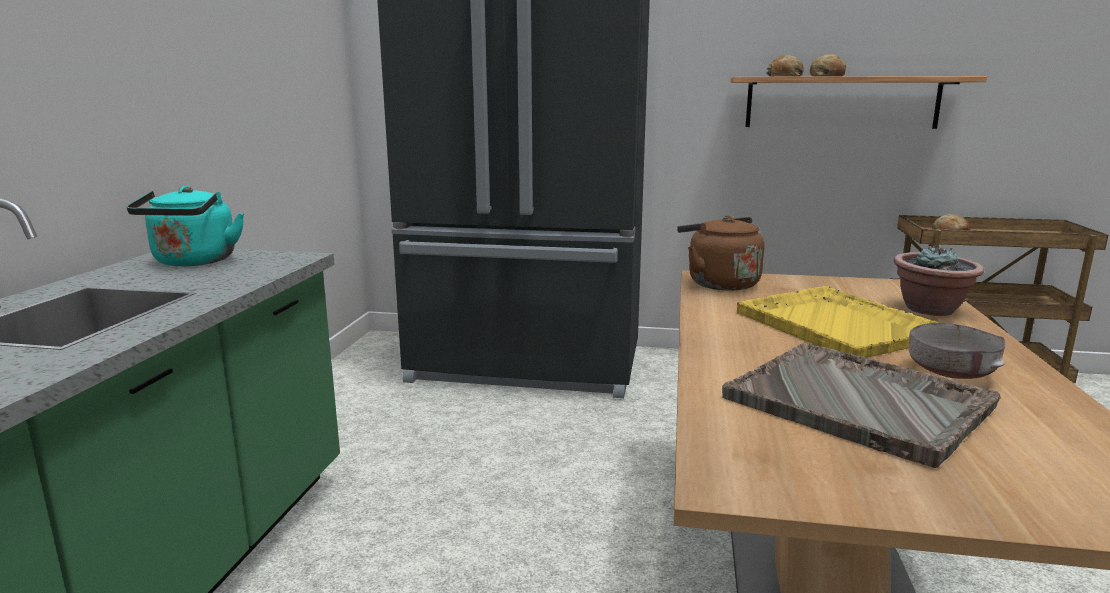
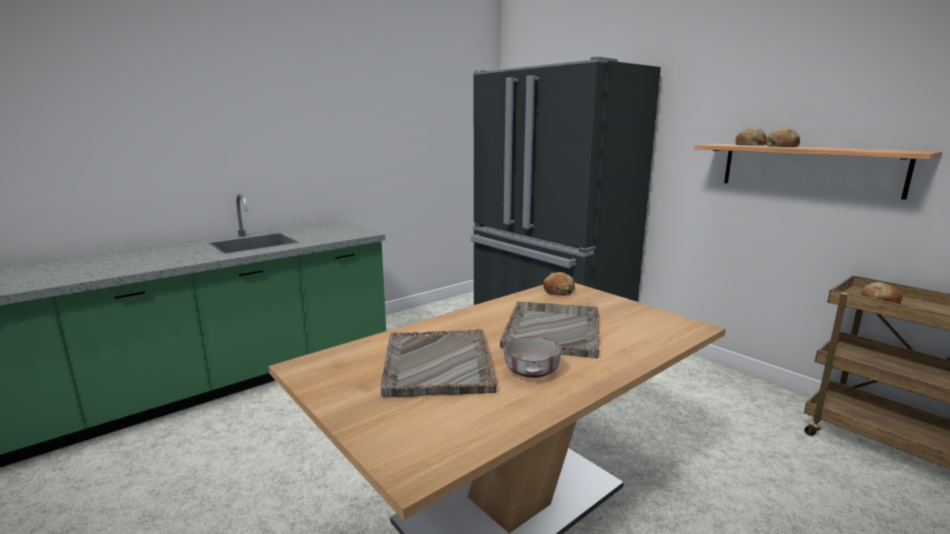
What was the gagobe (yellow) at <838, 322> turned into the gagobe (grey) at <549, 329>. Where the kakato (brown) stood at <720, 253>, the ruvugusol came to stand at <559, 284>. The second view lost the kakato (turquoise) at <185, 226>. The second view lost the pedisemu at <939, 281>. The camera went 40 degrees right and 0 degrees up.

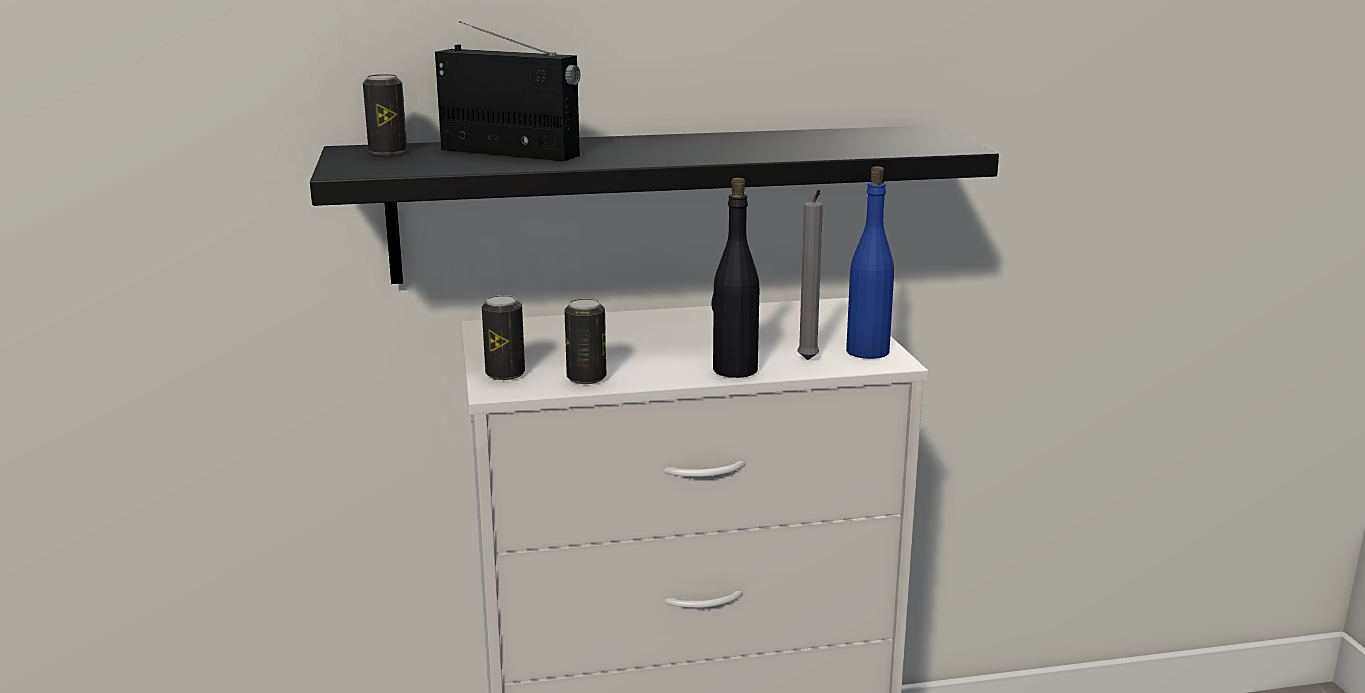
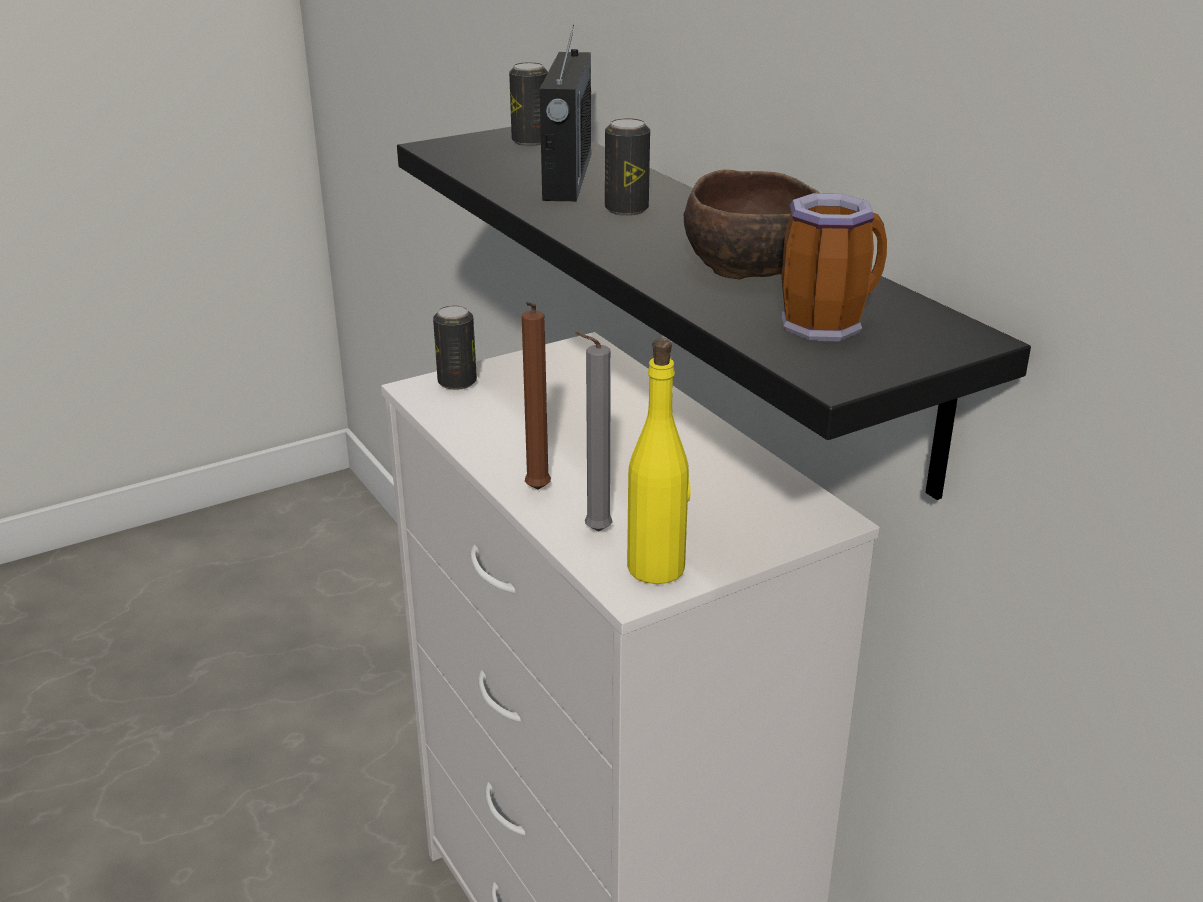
Where the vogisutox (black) stood at <735, 278>, the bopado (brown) came to stand at <536, 396>. The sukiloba ended up elsewhere, having gone from <585, 341> to <627, 167>. What was the vogisutox (blue) at <870, 262> turned into the vogisutox (yellow) at <658, 461>. The second view gained the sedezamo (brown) at <751, 224>. The second view gained the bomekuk at <834, 267>. The camera went 70 degrees right and 10 degrees up.

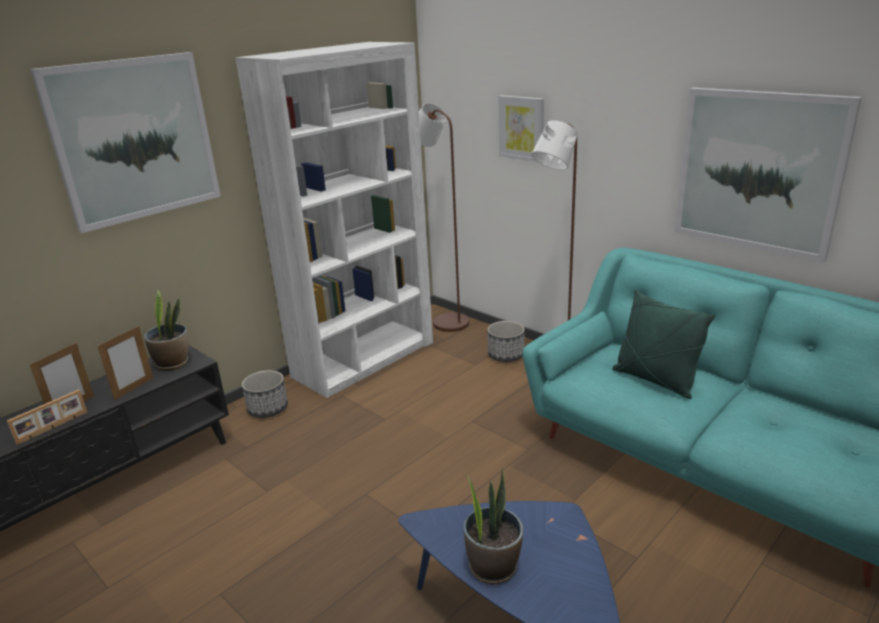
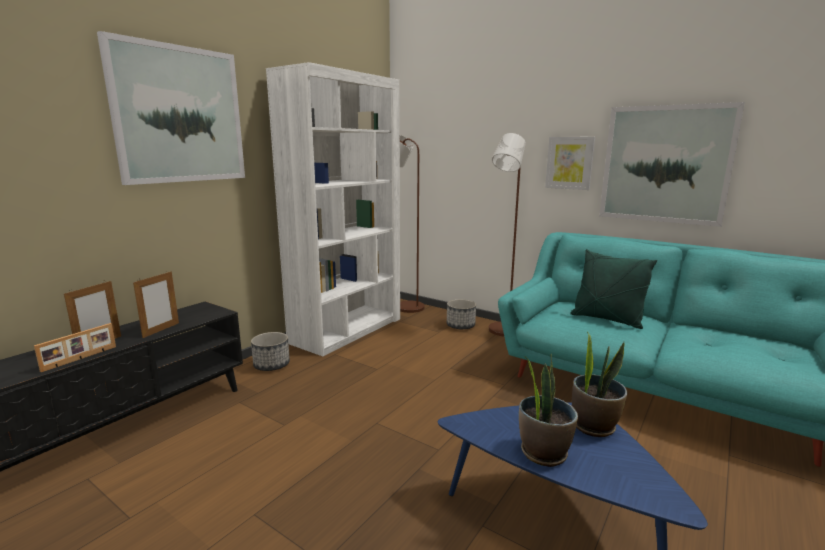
The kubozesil ended up elsewhere, having gone from <521, 128> to <570, 163>. The pedisemu ended up elsewhere, having gone from <166, 330> to <599, 384>. The camera went 10 degrees left and 10 degrees down.

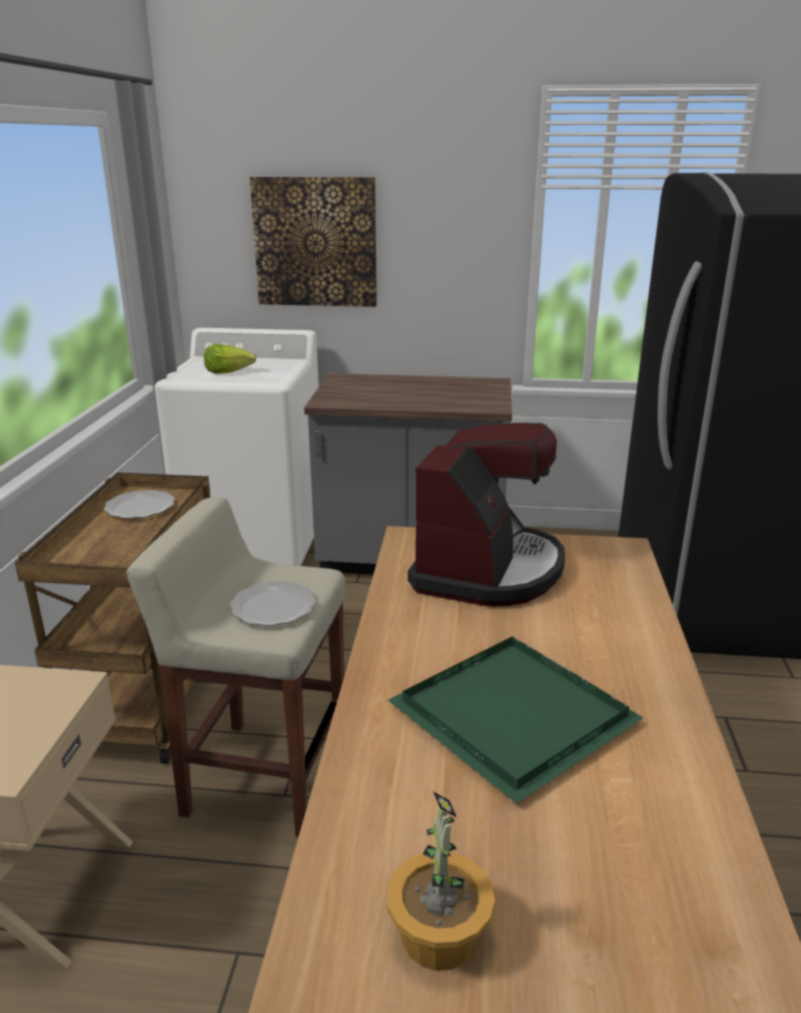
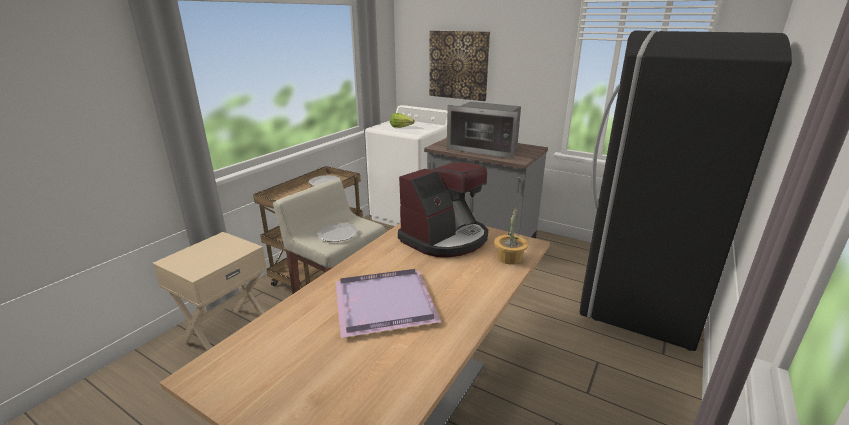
What was the gagobe (green) at <515, 720> turned into the gagobe (purple) at <388, 303>. The second view gained the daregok at <484, 130>. The pedisemu ended up elsewhere, having gone from <441, 881> to <511, 235>. The camera went 25 degrees right and 0 degrees up.

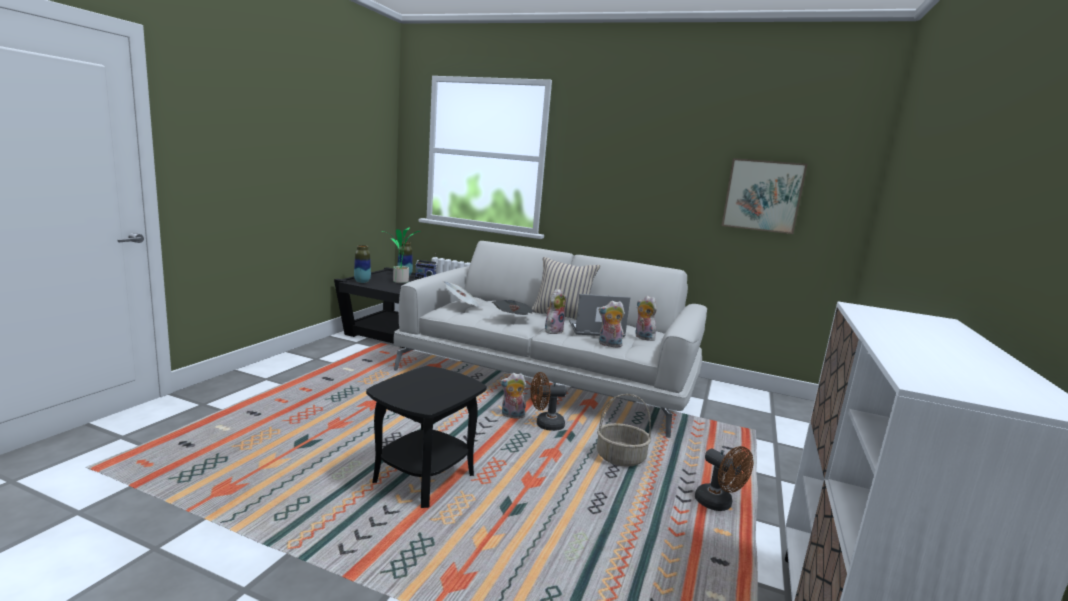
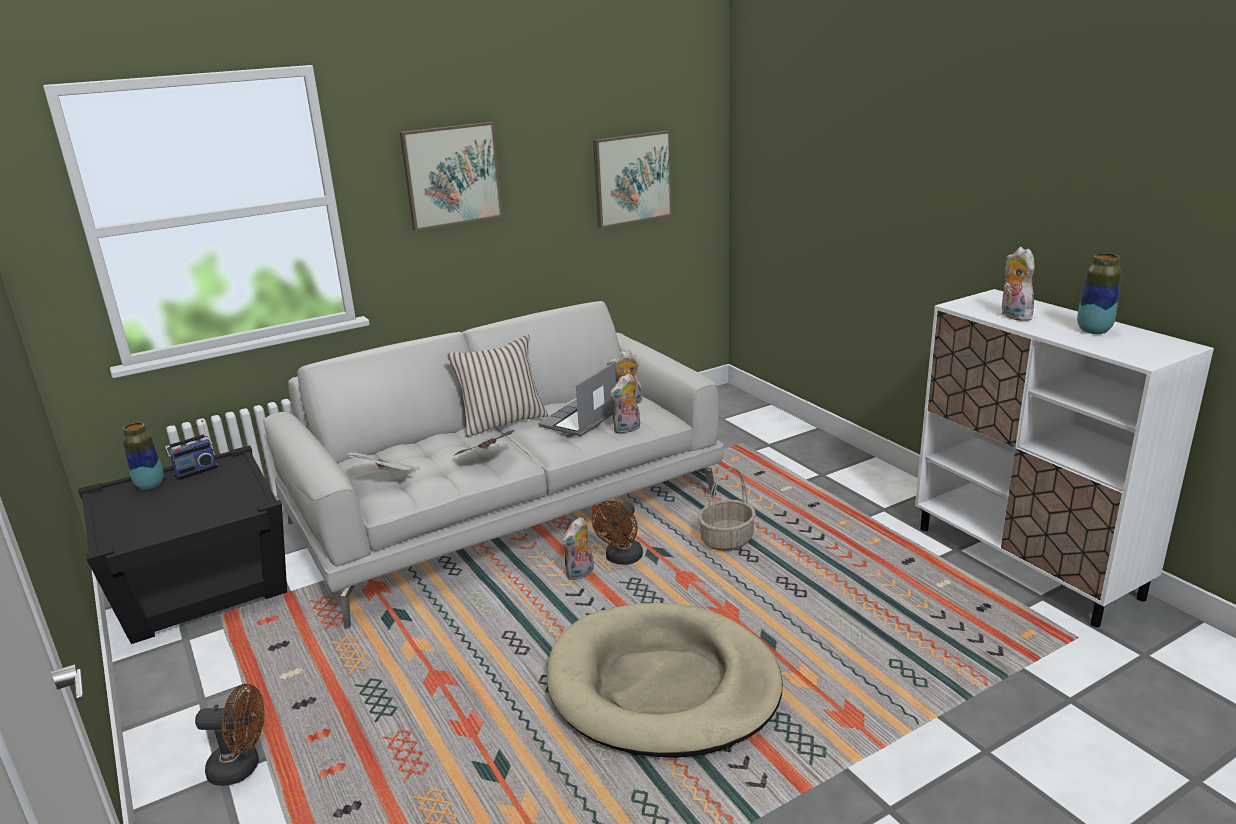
The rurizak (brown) ended up elsewhere, having gone from <724, 478> to <230, 735>. The second view gained the kubozesil at <451, 176>. Where the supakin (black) stood at <426, 437>, the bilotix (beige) came to stand at <665, 680>. The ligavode ended up elsewhere, having gone from <555, 311> to <1018, 284>. The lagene ended up elsewhere, having gone from <362, 264> to <1099, 293>. The second view lost the pedisemu at <401, 255>. The camera went 50 degrees left and 10 degrees up.

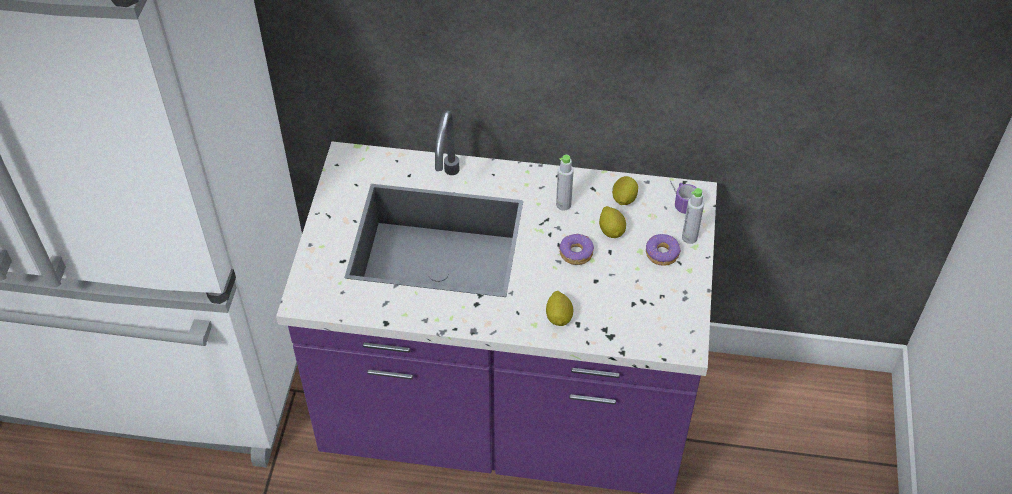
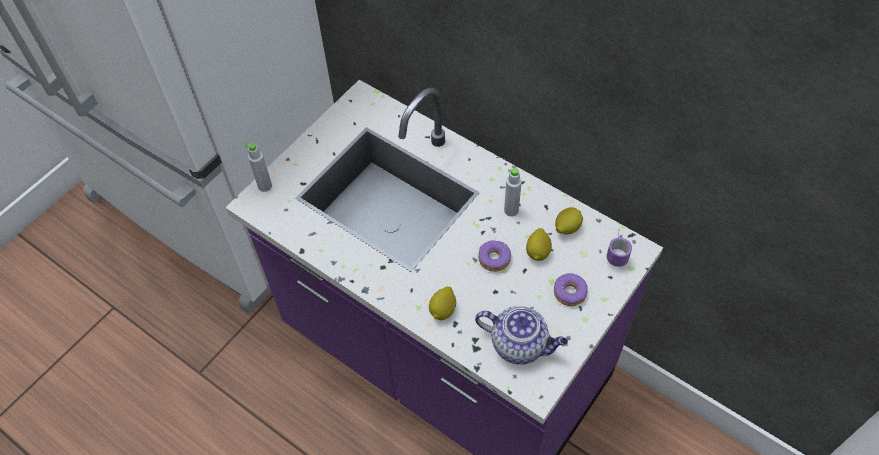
The vogisutox (grey) ended up elsewhere, having gone from <693, 216> to <258, 167>. The second view gained the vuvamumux at <521, 335>. The camera went 30 degrees right and 5 degrees up.

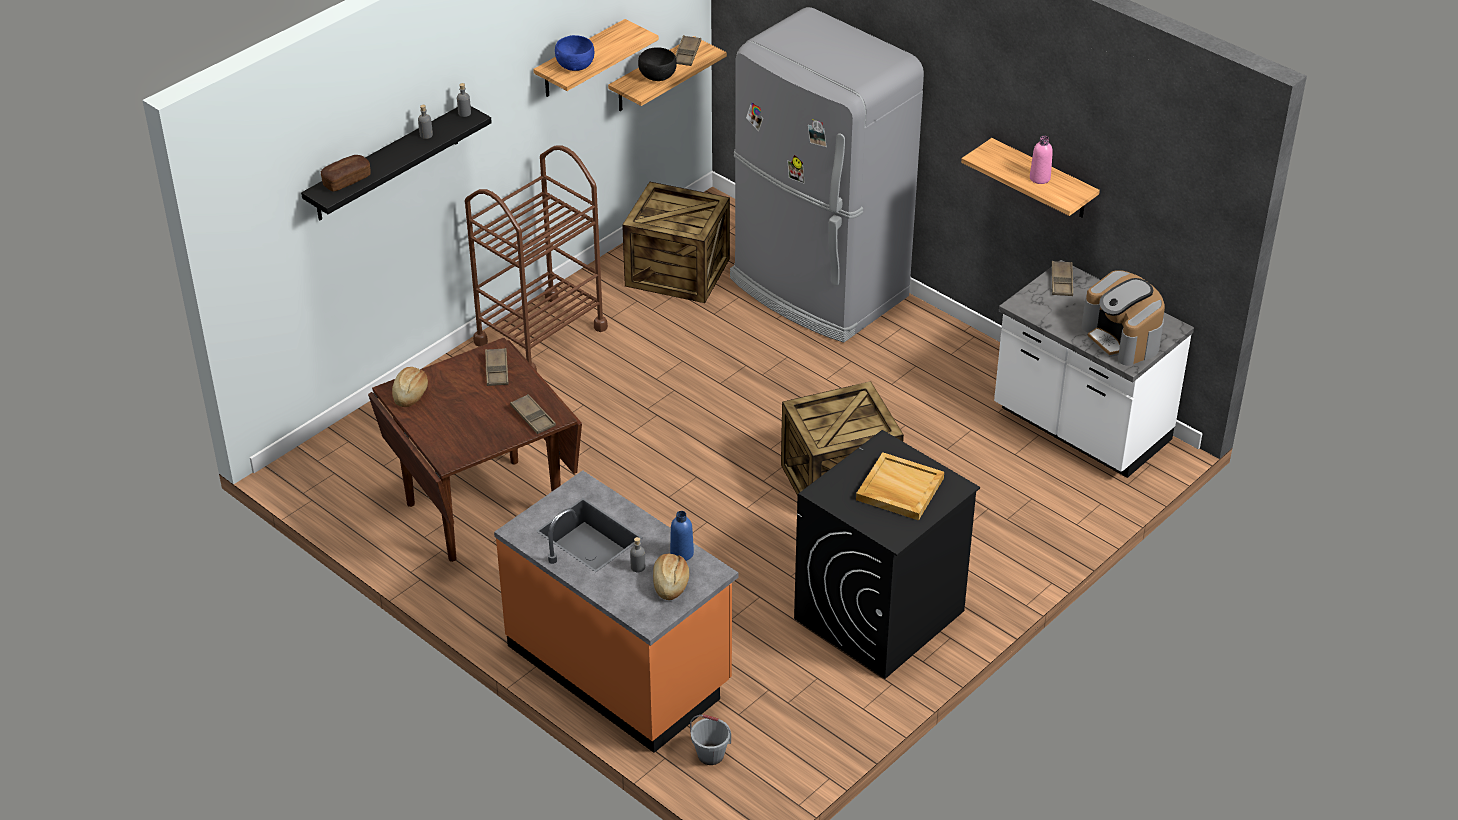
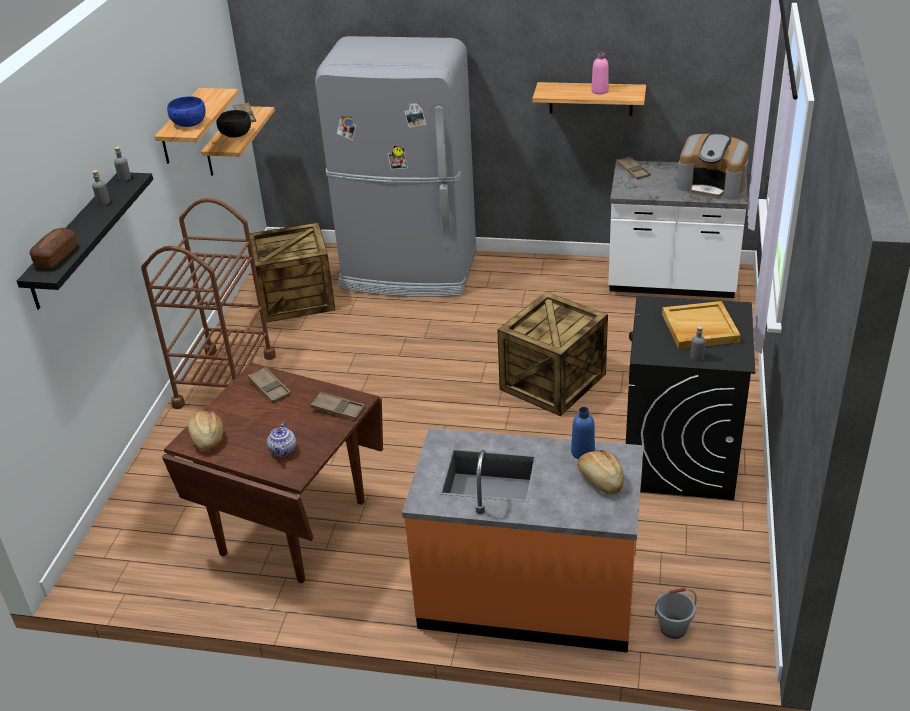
The second view gained the vuvamumux at <281, 439>. The vogisutox (grey) ended up elsewhere, having gone from <637, 554> to <698, 343>. The camera went 30 degrees left and 5 degrees down.

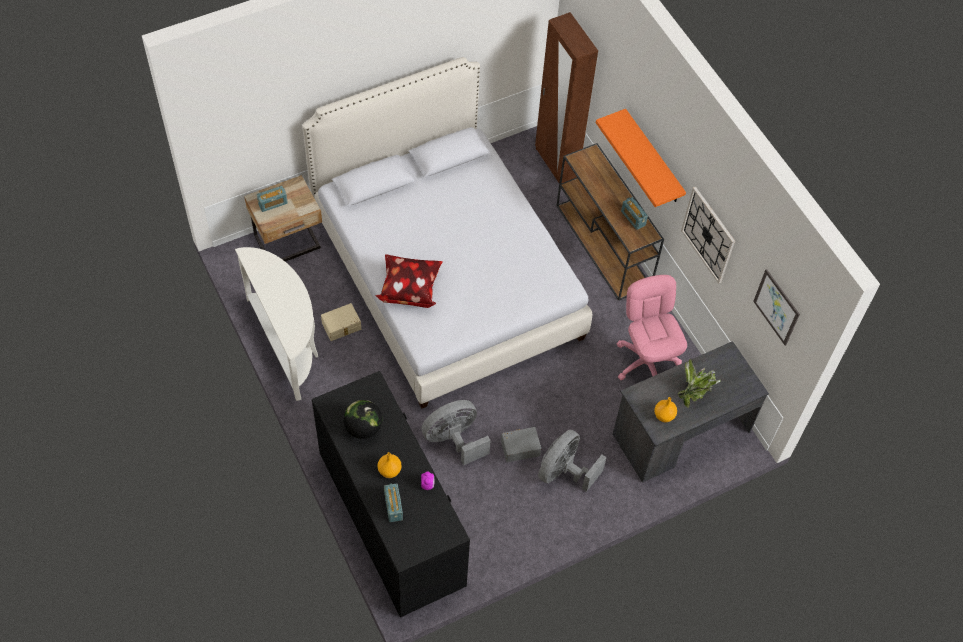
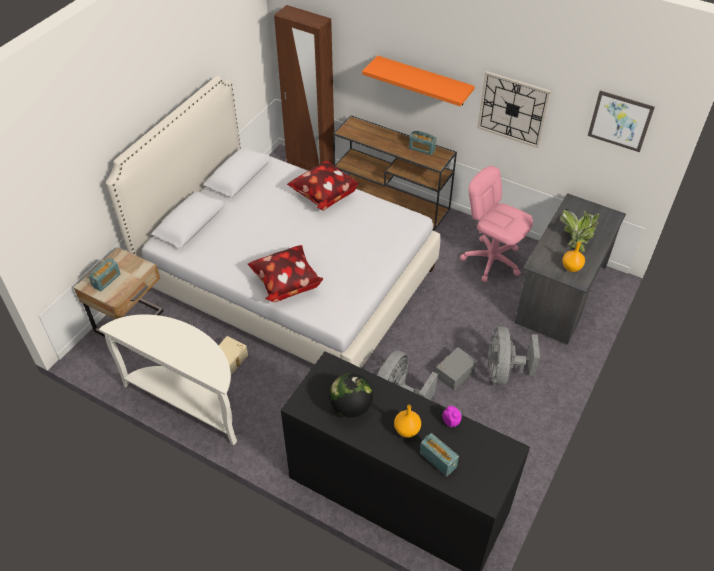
The second view gained the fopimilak at <323, 185>. The camera went 30 degrees left and 10 degrees down.

